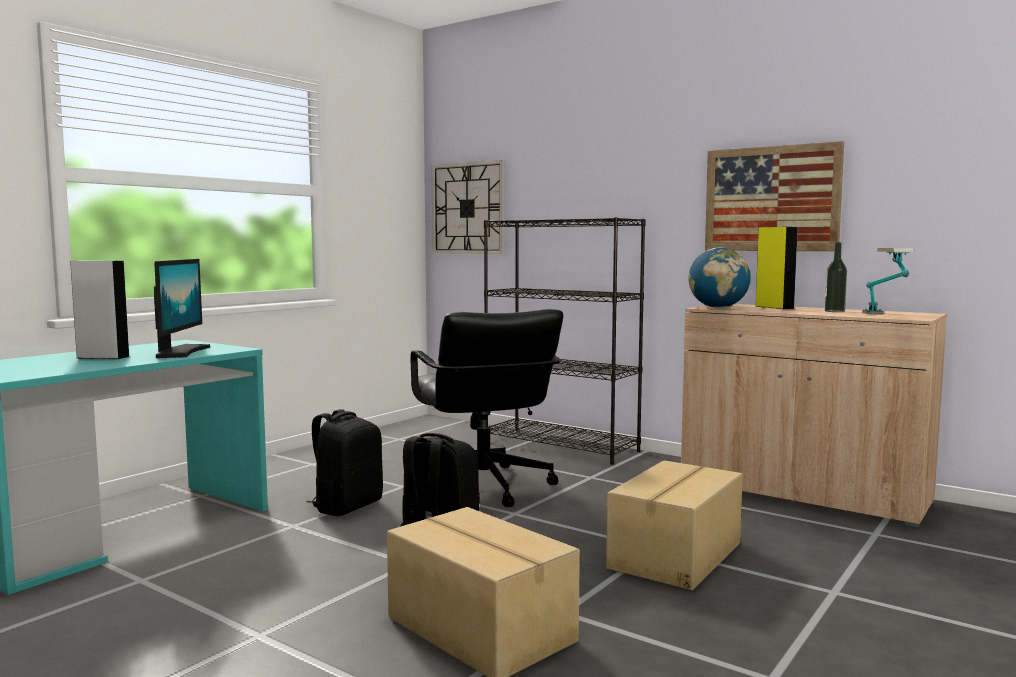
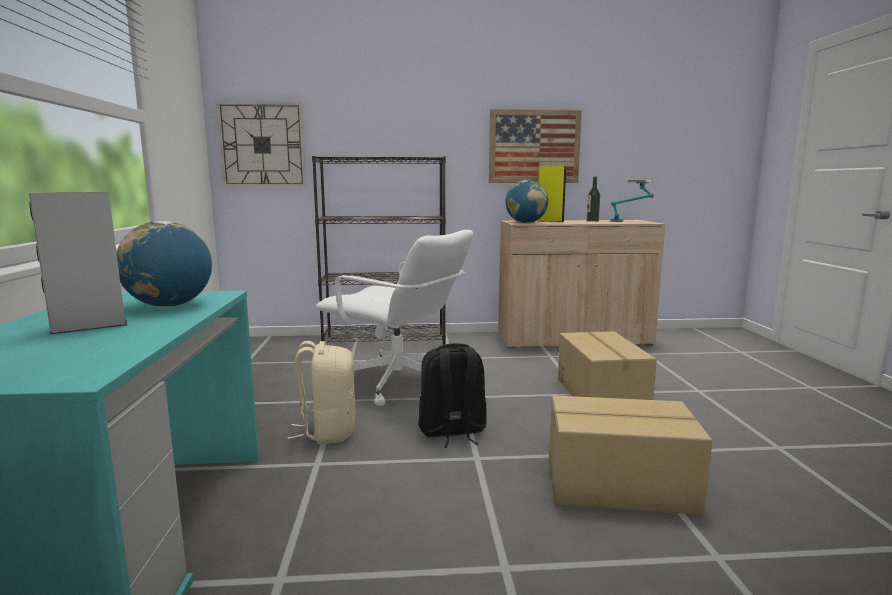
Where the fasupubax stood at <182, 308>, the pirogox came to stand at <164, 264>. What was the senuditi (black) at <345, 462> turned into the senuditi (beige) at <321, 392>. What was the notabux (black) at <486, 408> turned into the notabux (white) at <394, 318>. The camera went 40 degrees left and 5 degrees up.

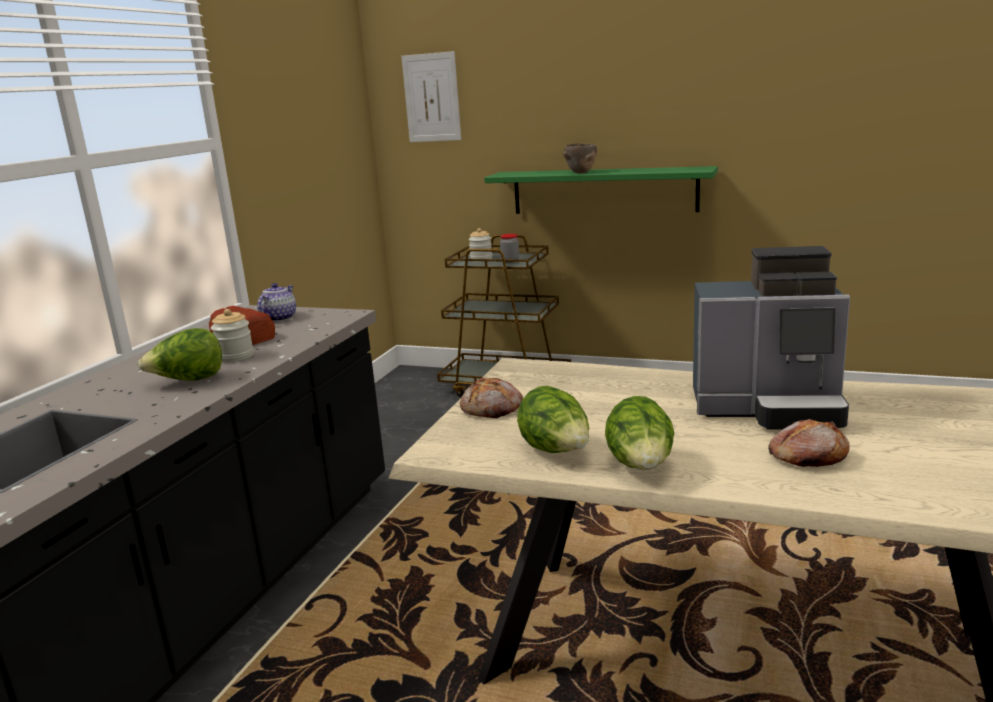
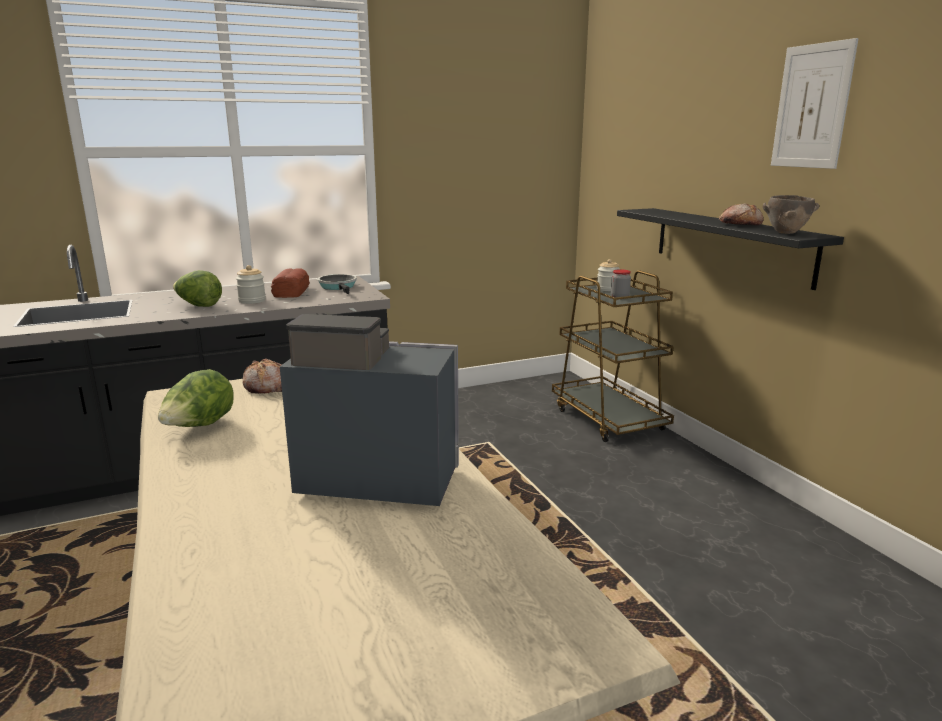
The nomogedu at <771, 337> ended up facing another way, 135 degrees clockwise from before. Where the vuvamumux stood at <276, 302>, the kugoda came to stand at <337, 284>. What was the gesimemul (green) at <601, 190> turned into the gesimemul (black) at <730, 249>. The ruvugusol ended up elsewhere, having gone from <809, 443> to <741, 214>. The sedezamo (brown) ended up elsewhere, having gone from <580, 158> to <791, 214>. The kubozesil ended up elsewhere, having gone from <431, 96> to <815, 103>. The second view lost the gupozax at <639, 432>. The camera went 45 degrees right and 0 degrees up.

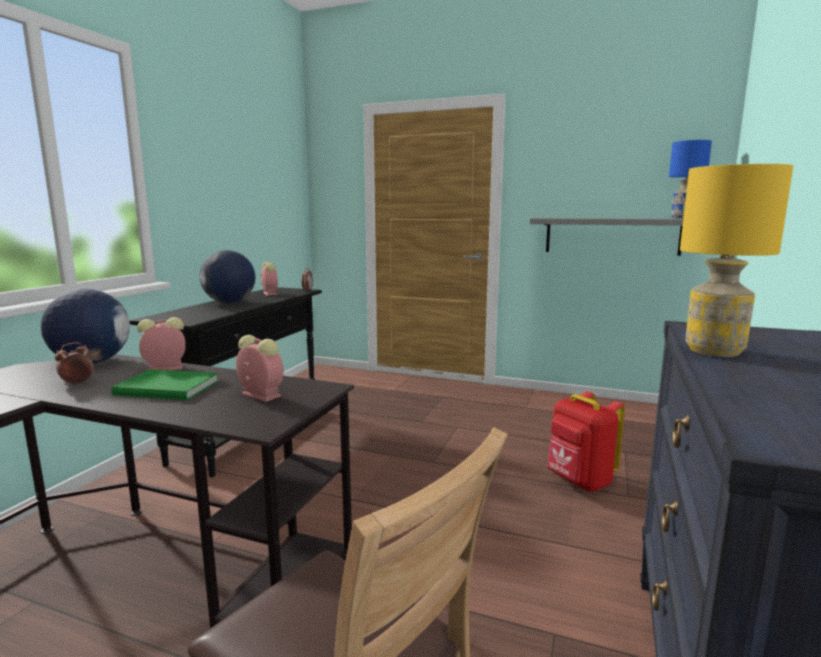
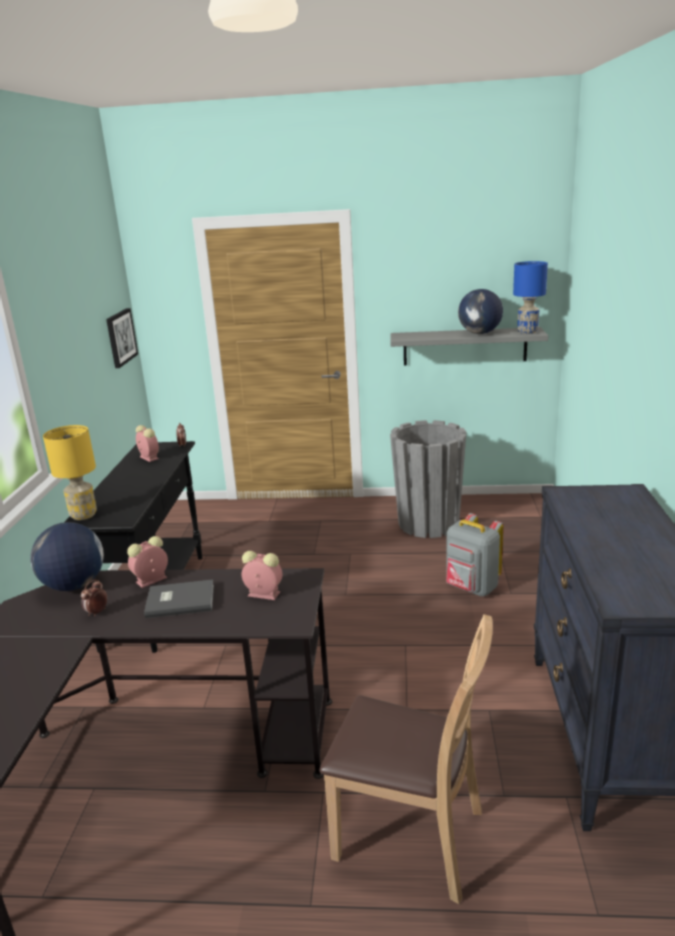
The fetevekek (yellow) ended up elsewhere, having gone from <736, 260> to <70, 472>. The second view gained the kubozesil at <122, 338>. What was the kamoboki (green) at <165, 384> turned into the kamoboki (grey) at <179, 598>. The second view gained the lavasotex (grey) at <428, 479>. What was the senuditi (red) at <586, 441> turned into the senuditi (grey) at <475, 554>. The pirogox ended up elsewhere, having gone from <227, 276> to <480, 311>. The camera went 15 degrees left and 10 degrees up.

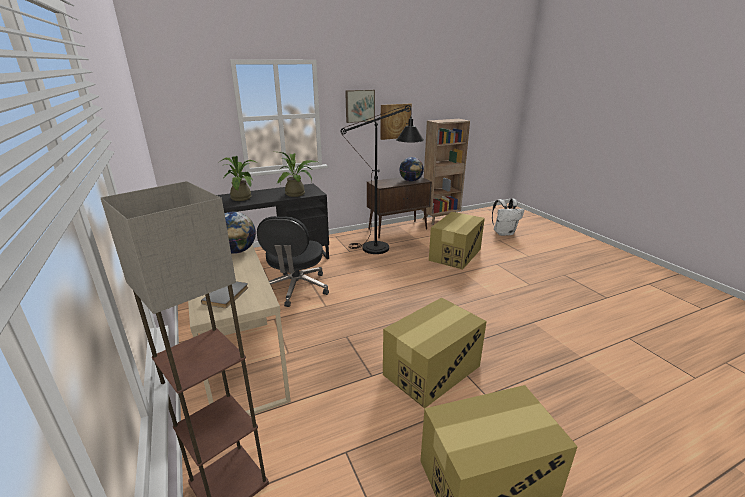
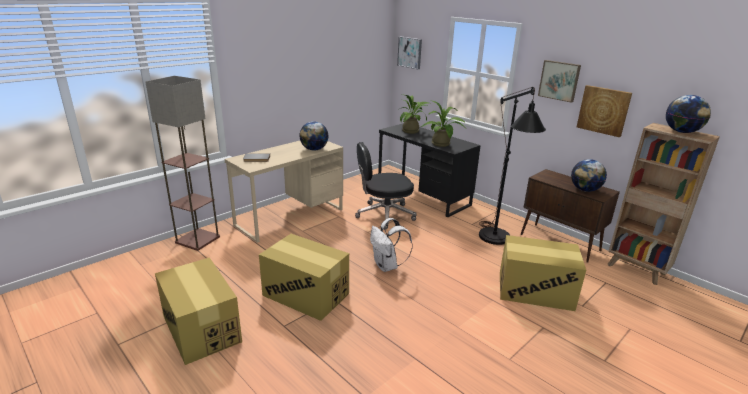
The senuditi (white) ended up elsewhere, having gone from <508, 217> to <391, 245>. The second view gained the kubozesil at <409, 52>. The second view gained the pirogox at <688, 114>. The camera went 70 degrees right and 0 degrees up.

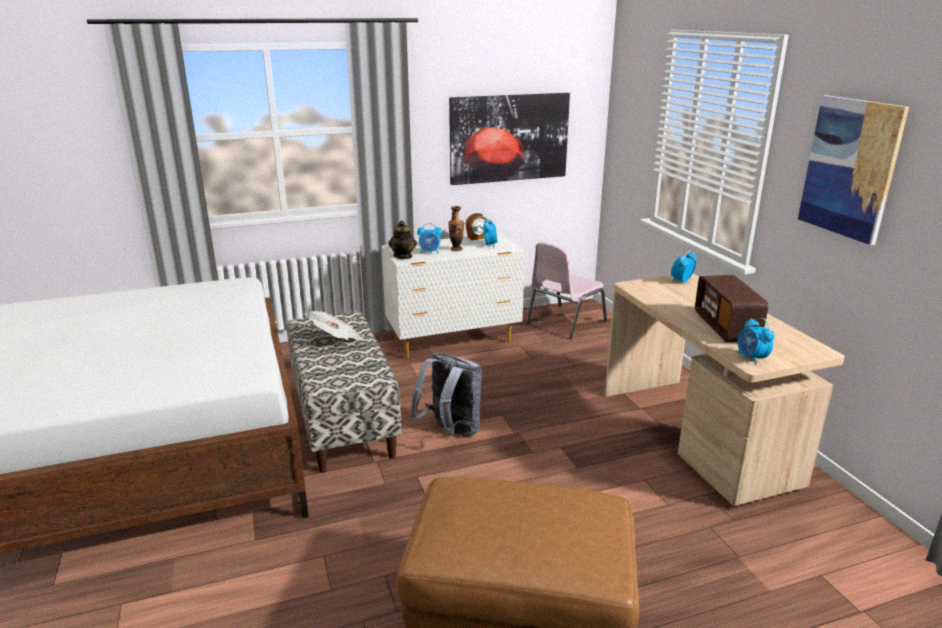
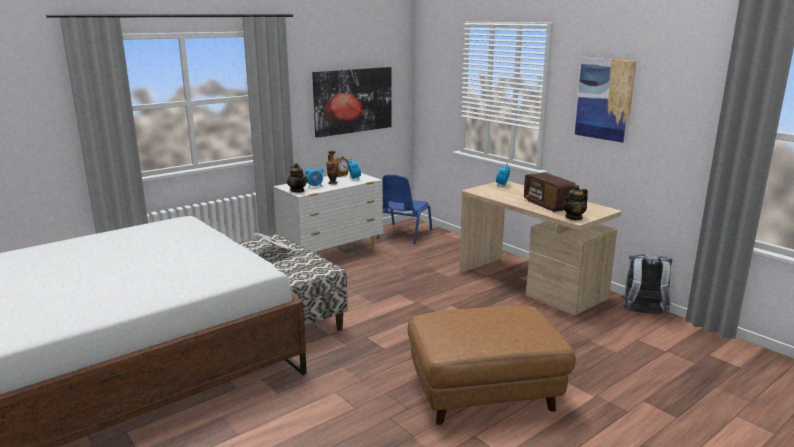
What was the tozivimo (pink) at <566, 290> turned into the tozivimo (blue) at <404, 209>. Where the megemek stood at <756, 341>, the vuvamumux came to stand at <575, 202>. The senuditi (grey) ended up elsewhere, having gone from <446, 395> to <646, 284>. The camera went 20 degrees left and 5 degrees down.

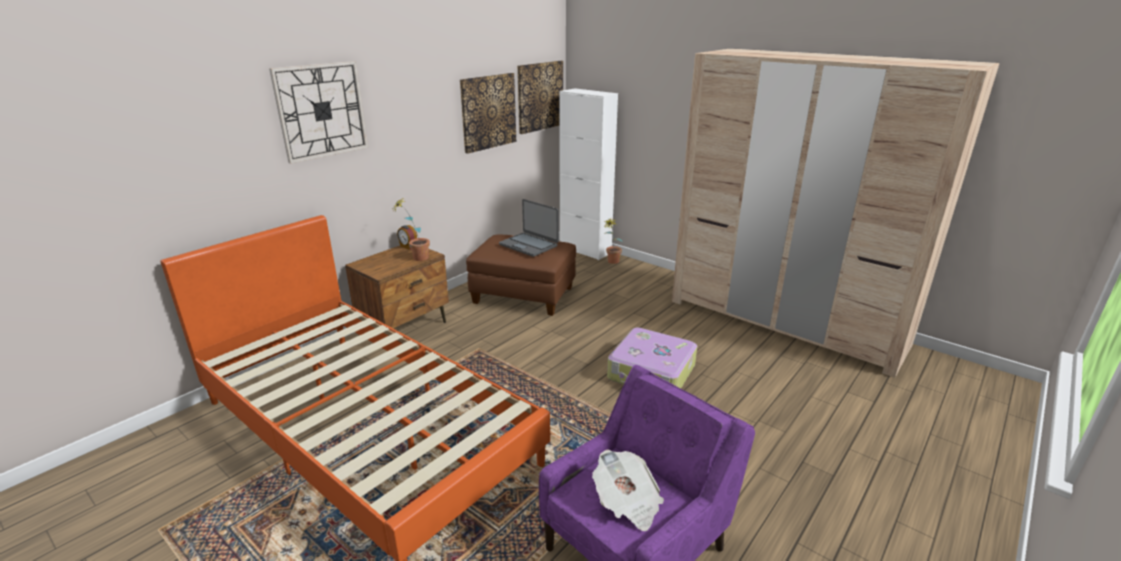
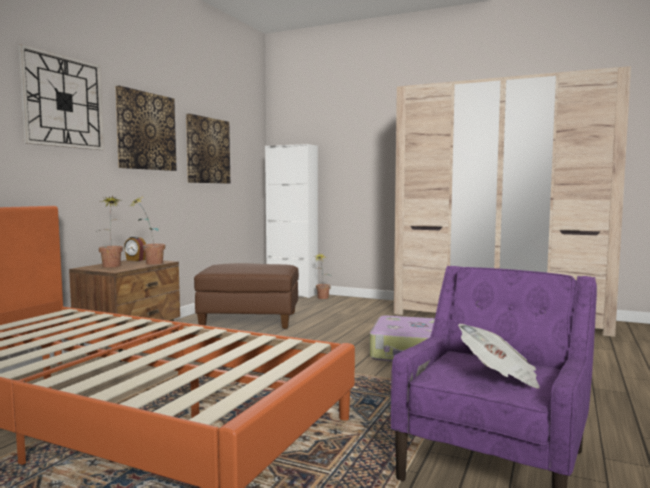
The second view gained the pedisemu at <109, 231>. The kubozesil ended up elsewhere, having gone from <540, 97> to <146, 128>. The second view lost the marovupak at <529, 228>. The camera went 15 degrees left and 20 degrees down.

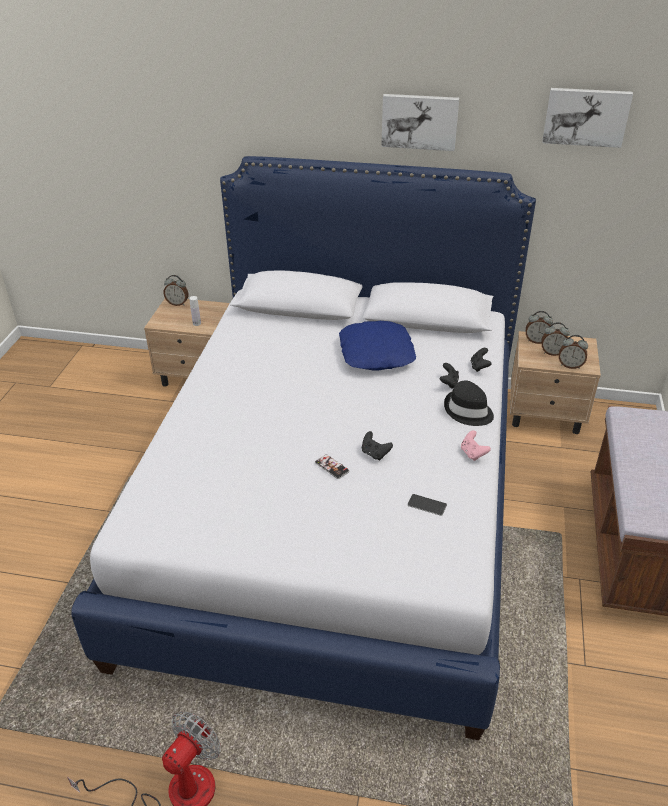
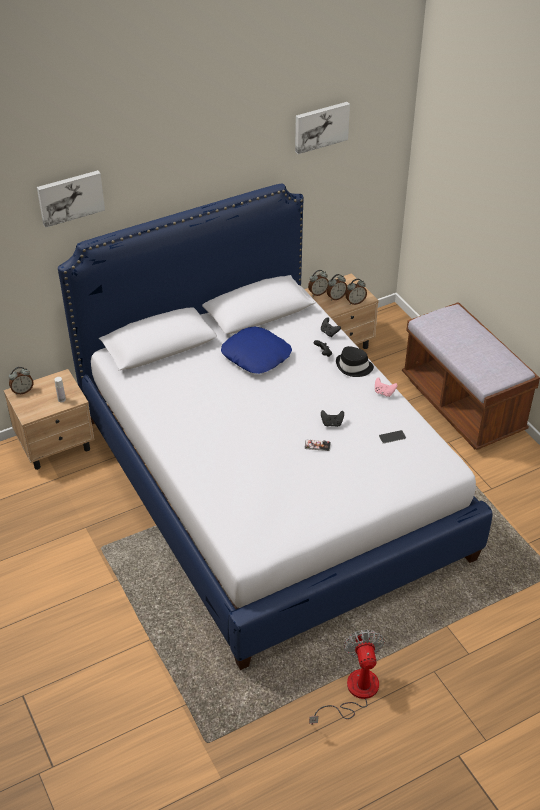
The kubozesil ended up elsewhere, having gone from <420, 122> to <71, 199>. The camera went 40 degrees left and 5 degrees up.

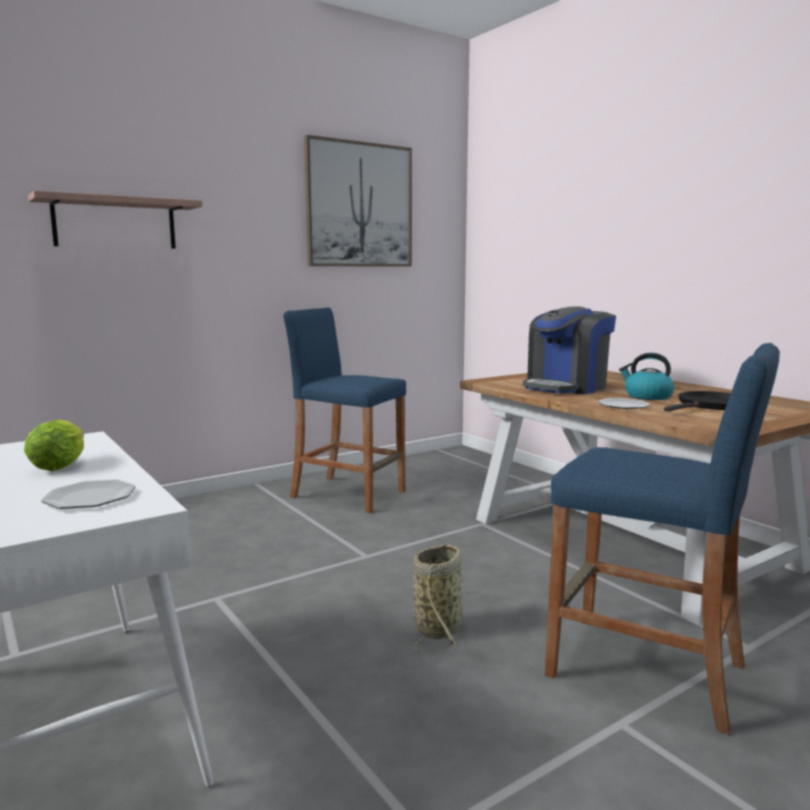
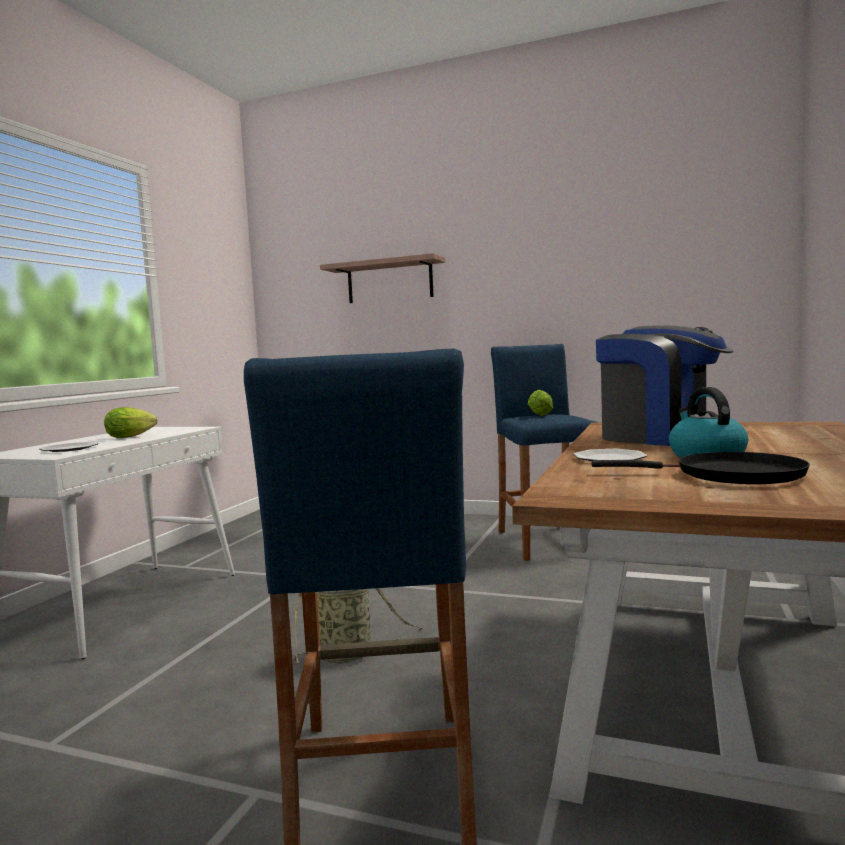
The second view gained the gupozax at <540, 403>. The nomogedu at <569, 350> ended up facing another way, 150 degrees counterclockwise from before. The second view lost the kubozesil at <358, 201>. The camera went 55 degrees right and 5 degrees down.

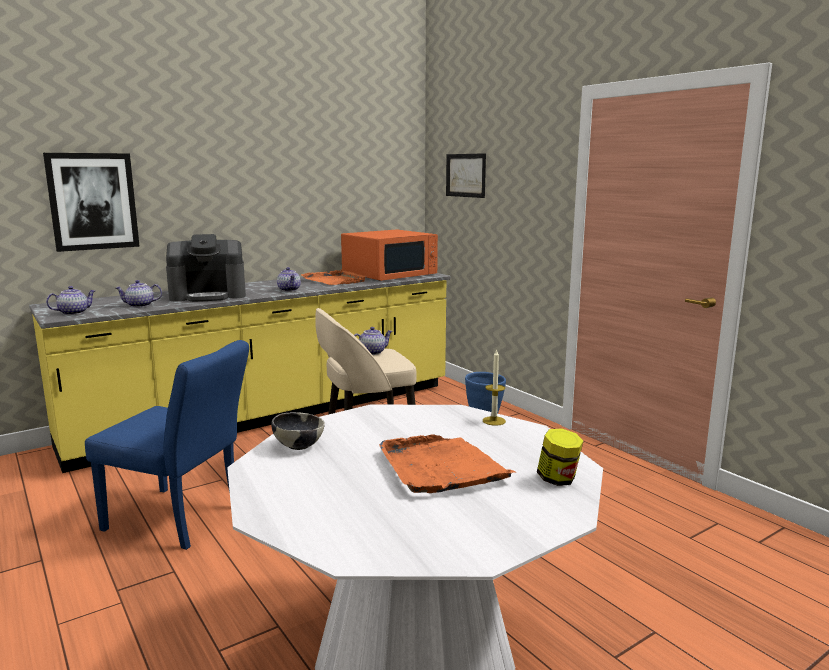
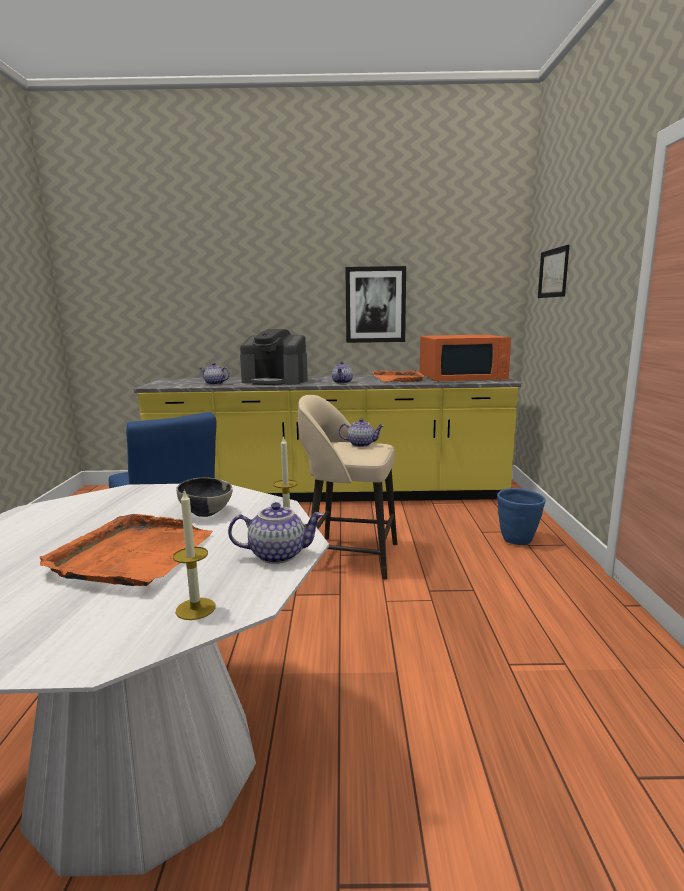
Where the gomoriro stood at <560, 457>, the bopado came to stand at <194, 554>. The sedezamo ended up elsewhere, having gone from <298, 431> to <204, 497>. The vuvamumux ended up elsewhere, having gone from <71, 300> to <276, 533>. The kubozesil ended up elsewhere, having gone from <91, 202> to <375, 304>. The camera went 35 degrees right and 0 degrees up.

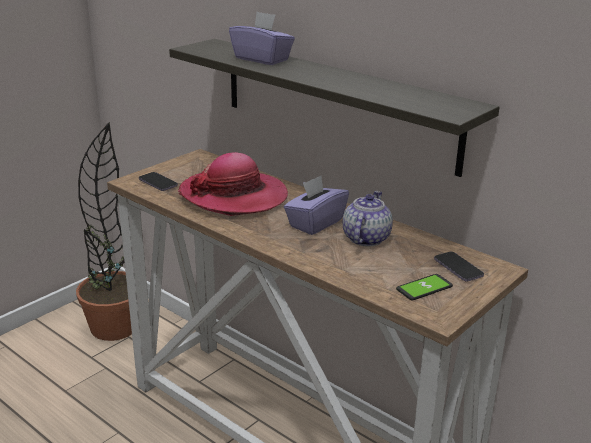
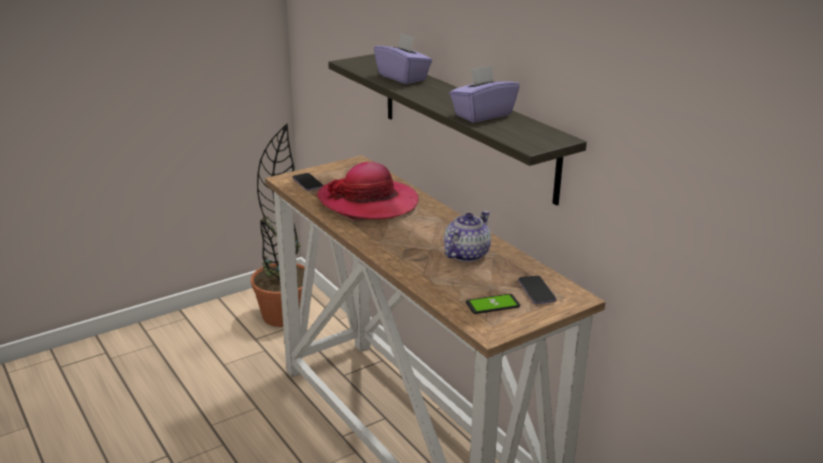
The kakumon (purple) ended up elsewhere, having gone from <316, 205> to <484, 93>. The camera went 15 degrees right and 0 degrees up.

